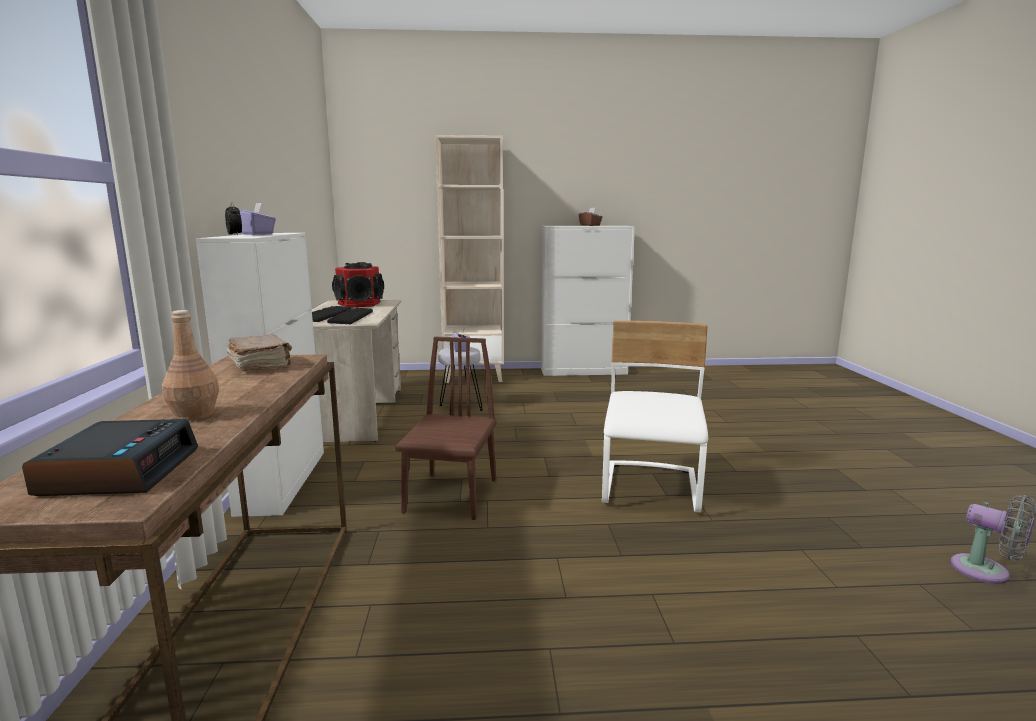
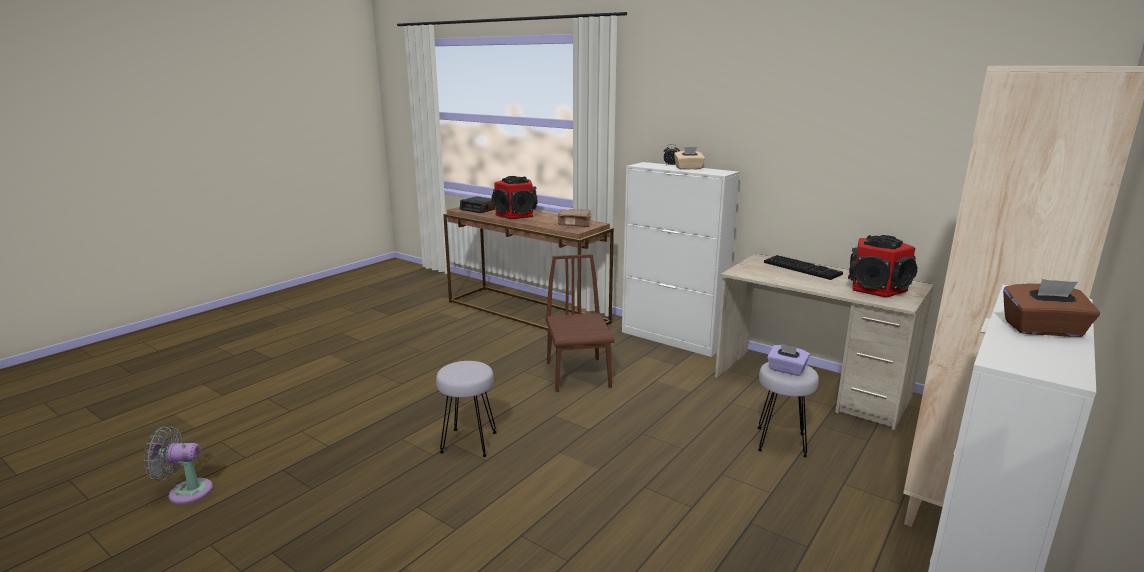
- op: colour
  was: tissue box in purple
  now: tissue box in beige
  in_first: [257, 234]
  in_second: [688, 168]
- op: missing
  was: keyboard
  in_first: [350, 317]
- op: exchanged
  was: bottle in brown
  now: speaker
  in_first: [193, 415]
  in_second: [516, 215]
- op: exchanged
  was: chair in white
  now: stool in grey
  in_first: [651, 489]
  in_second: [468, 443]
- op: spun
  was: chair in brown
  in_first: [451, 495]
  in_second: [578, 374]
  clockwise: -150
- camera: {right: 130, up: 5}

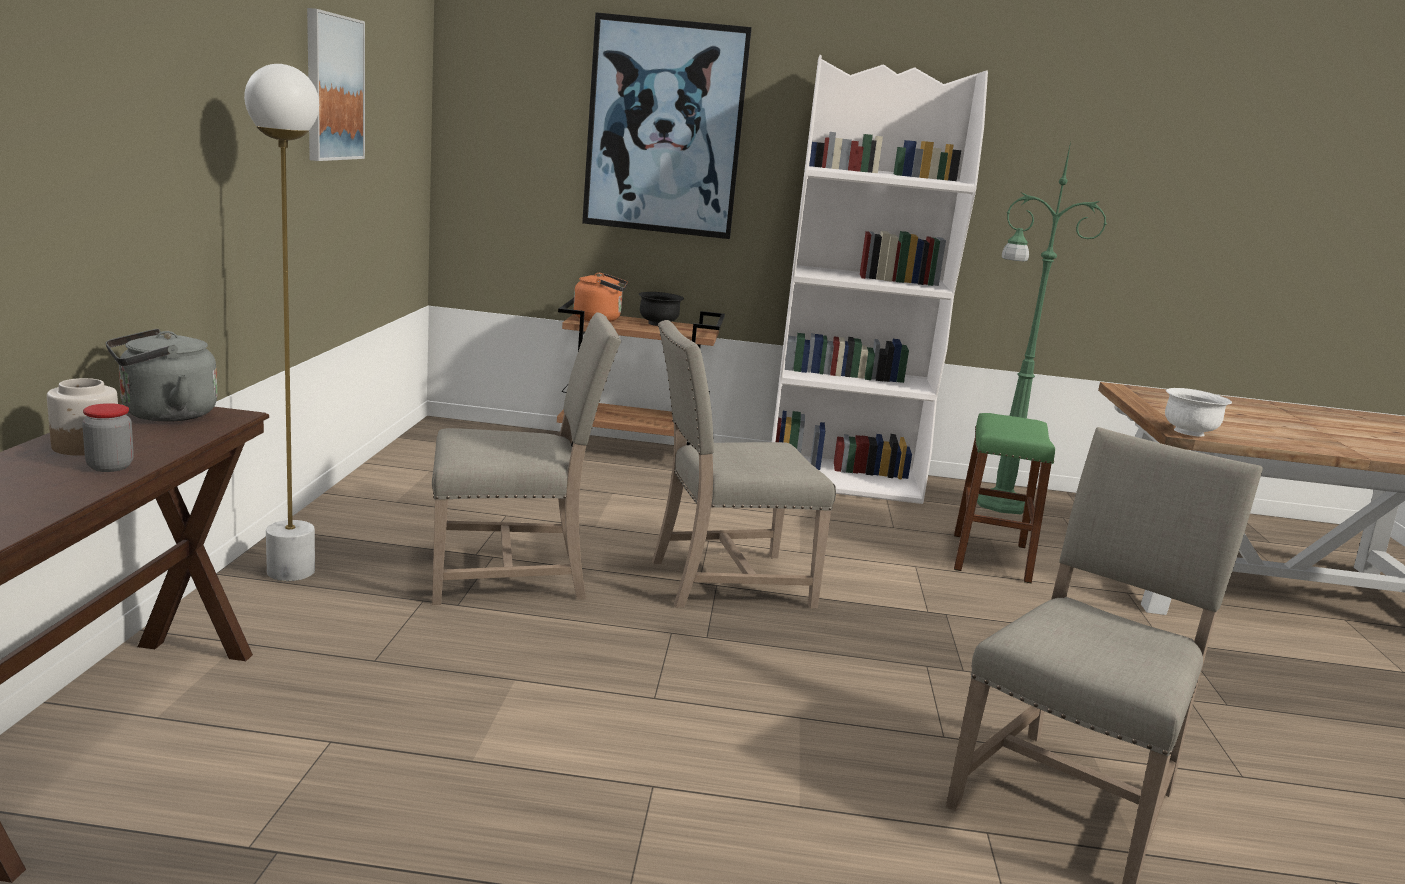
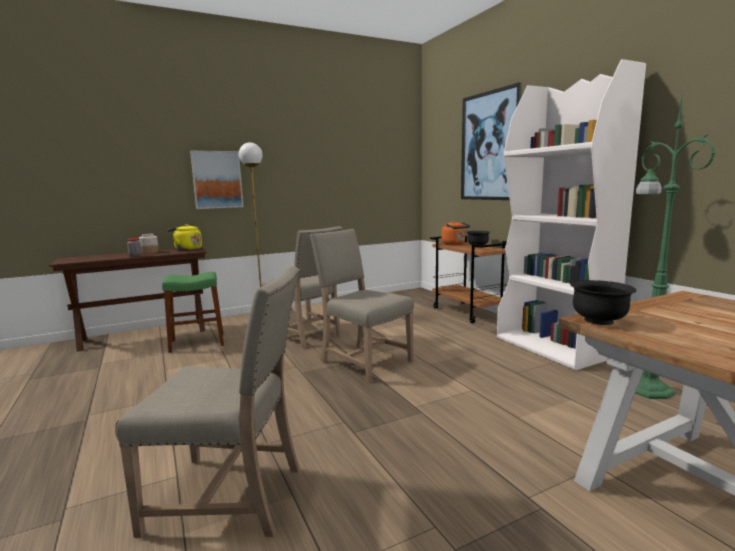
- op: relocated
  was: picture
  in_first: [333, 88]
  in_second: [217, 179]
- op: colour
  was: kettle in grey
  now: kettle in yellow
  in_first: [163, 415]
  in_second: [187, 249]
- op: colour
  was: bowl in white
  now: bowl in black
  in_first: [1189, 432]
  in_second: [599, 321]
- op: relocated
  was: stool in green
  in_first: [990, 557]
  in_second: [197, 343]
- camera: {right: 60, up: -5}

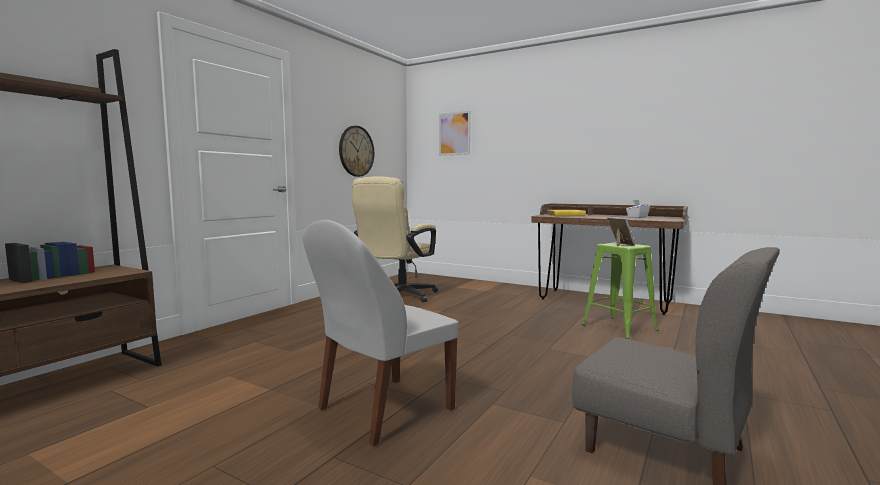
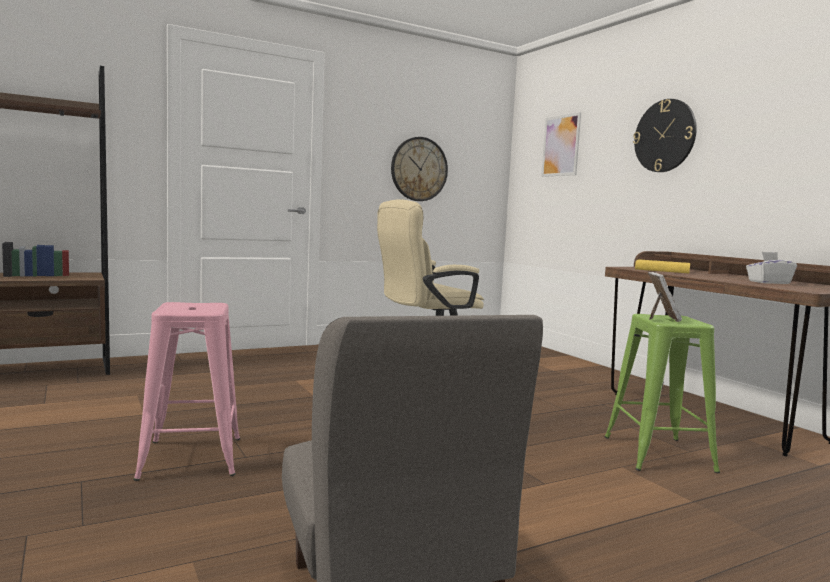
- op: exchanged
  was: chair in white
  now: stool in pink
  in_first: [382, 410]
  in_second: [191, 458]
- op: appeared
  now: wall clock
  in_second: [665, 136]
- camera: {right: 30, up: 0}

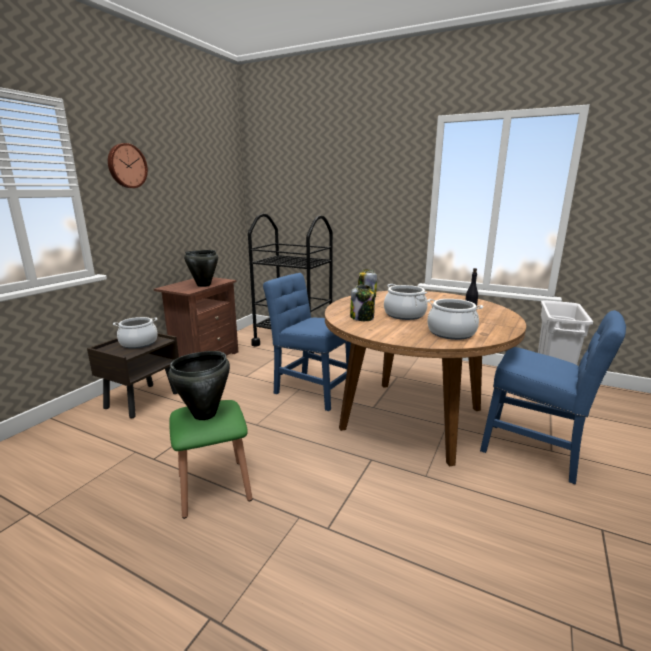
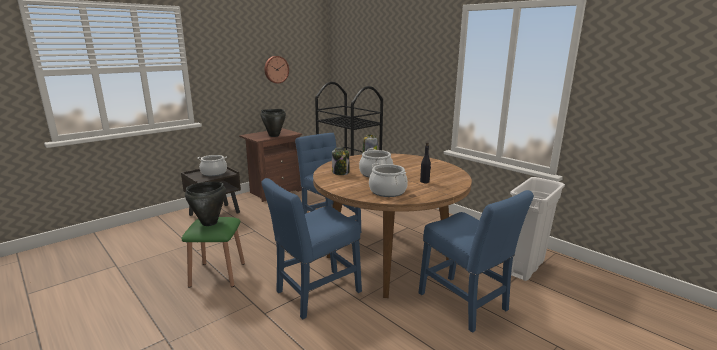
- op: relocated
  was: wall clock
  in_first: [126, 166]
  in_second: [276, 69]
- op: appeared
  now: chair in blue
  in_second: [315, 293]
- camera: {right: 20, up: 0}

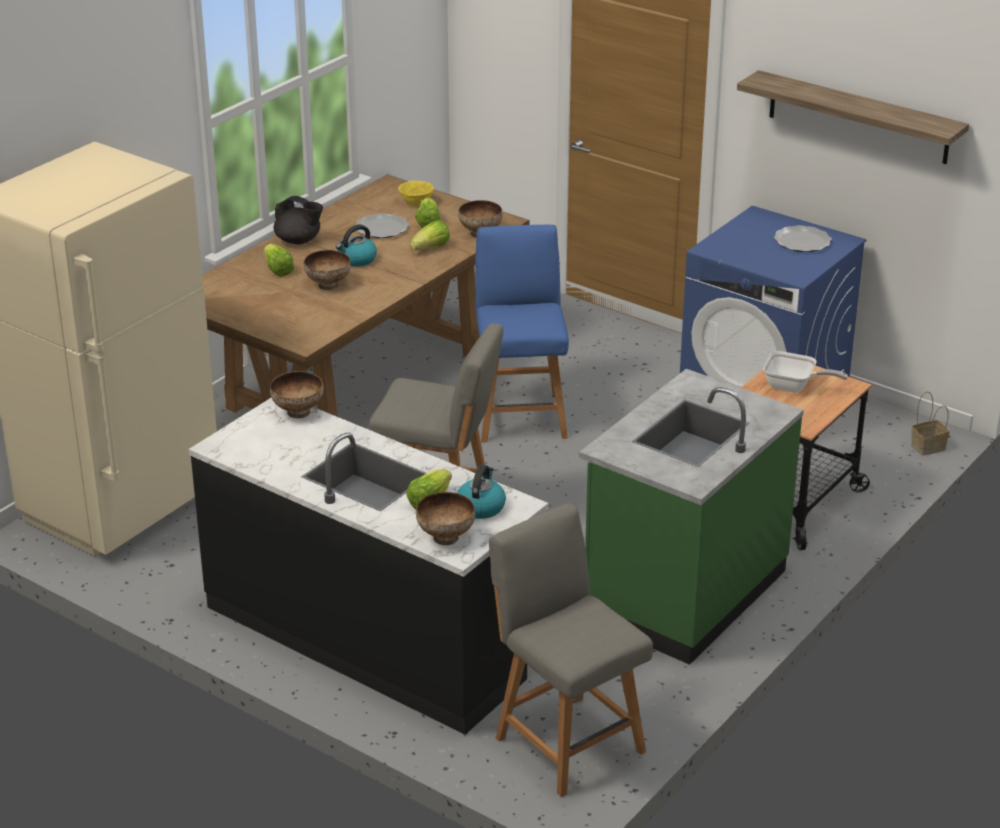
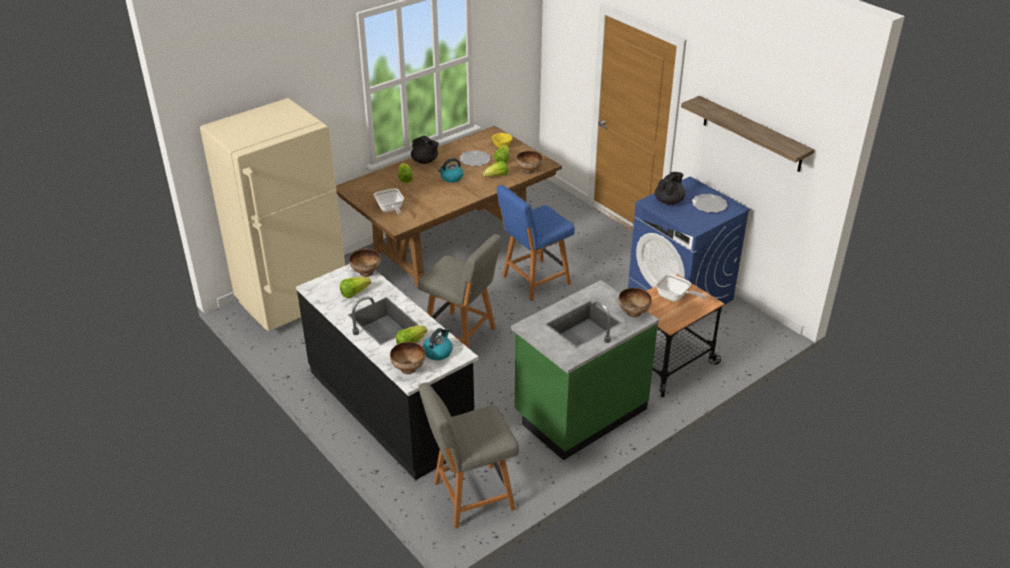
- op: spun
  was: chair in blue
  in_first: [520, 415]
  in_second: [534, 281]
  clockwise: -135
- op: relocated
  was: bowl
  in_first: [327, 285]
  in_second: [633, 313]
- op: missing
  was: basket
  in_first: [928, 446]
- op: spun
  was: chair in grey
  in_first: [566, 742]
  in_second: [470, 496]
  clockwise: -90
- op: appeared
  now: teapot in black
  in_second: [669, 201]
- op: appeared
  now: frying pan
  in_second: [390, 209]
- op: appeared
  now: lettuce
  in_second: [354, 293]
- camera: {right: 15, up: 5}

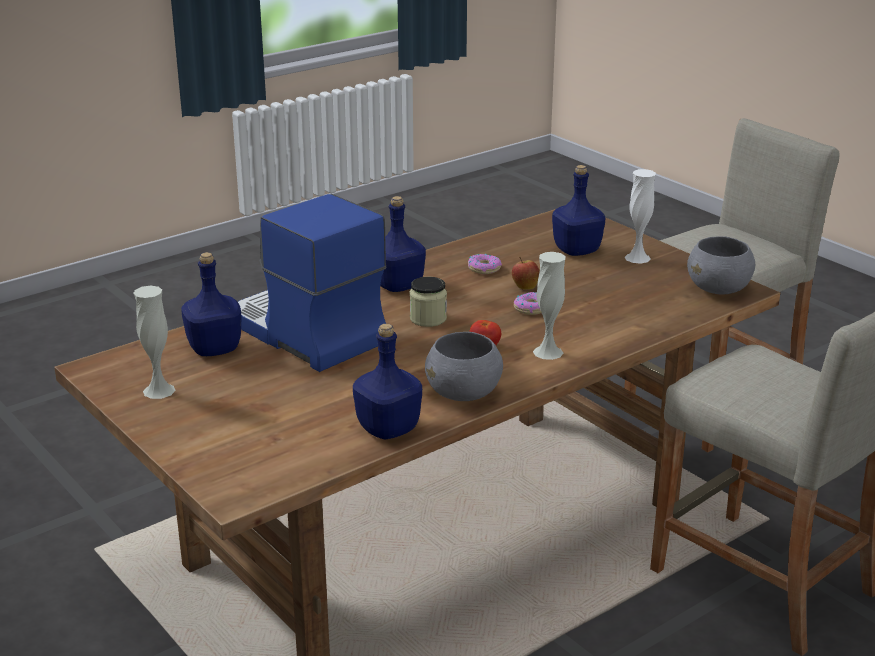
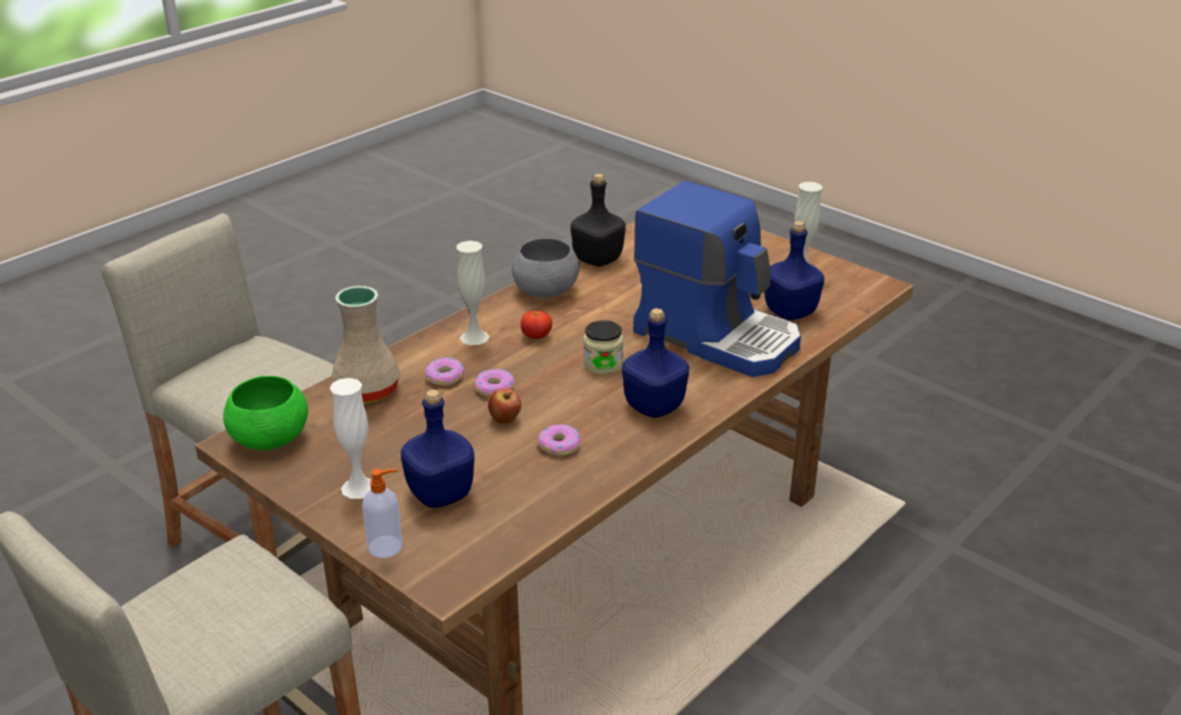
- op: colour
  was: bowl in grey
  now: bowl in green
  in_first: [719, 289]
  in_second: [269, 439]
- op: colour
  was: bottle in blue
  now: bottle in black
  in_first: [389, 428]
  in_second: [597, 260]
- op: appeared
  now: vase in beige
  in_second: [367, 390]
- op: appeared
  now: donut
  in_second: [445, 377]
- op: appeared
  now: soap dispenser
  in_second: [386, 547]
- camera: {right: 170, up: 5}

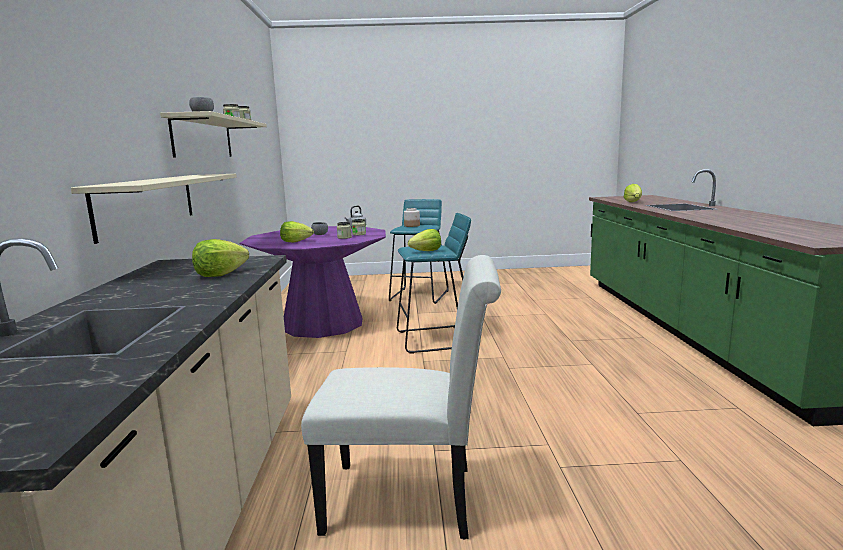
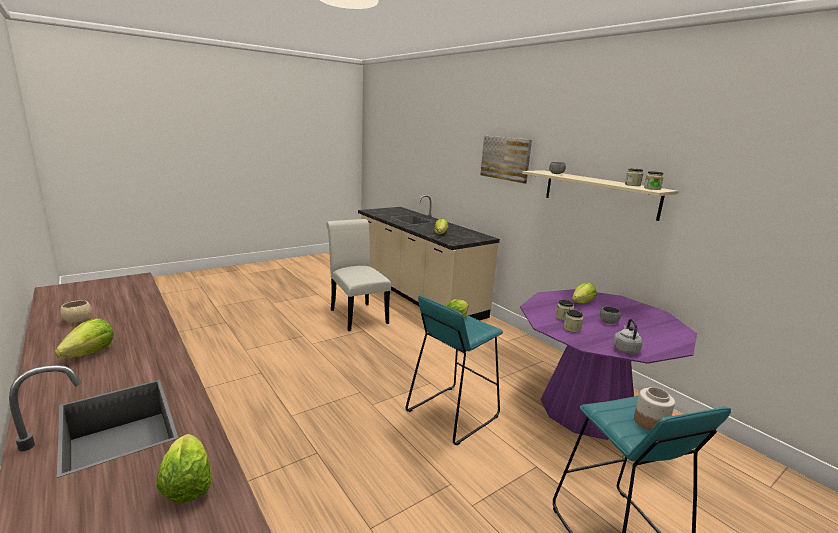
- op: missing
  was: shelf in beige
  in_first: [148, 203]
- op: spun
  was: chair in white
  in_first: [412, 500]
  in_second: [357, 315]
  clockwise: 90
- op: appeared
  now: picture
  in_second: [506, 158]
- op: appeared
  now: bowl in beige
  in_second: [78, 320]
- op: appeared
  now: lettuce
  in_second: [90, 353]
- camera: {right: 145, up: 5}

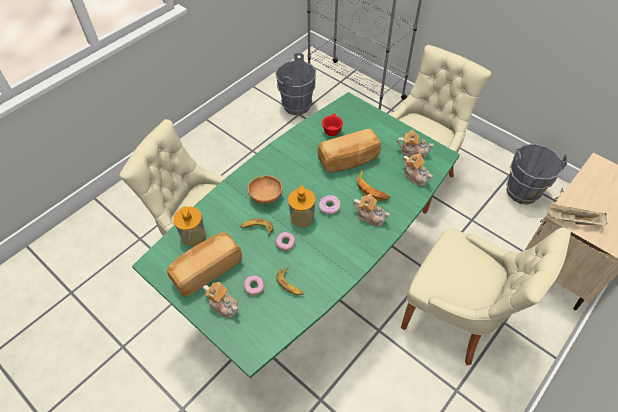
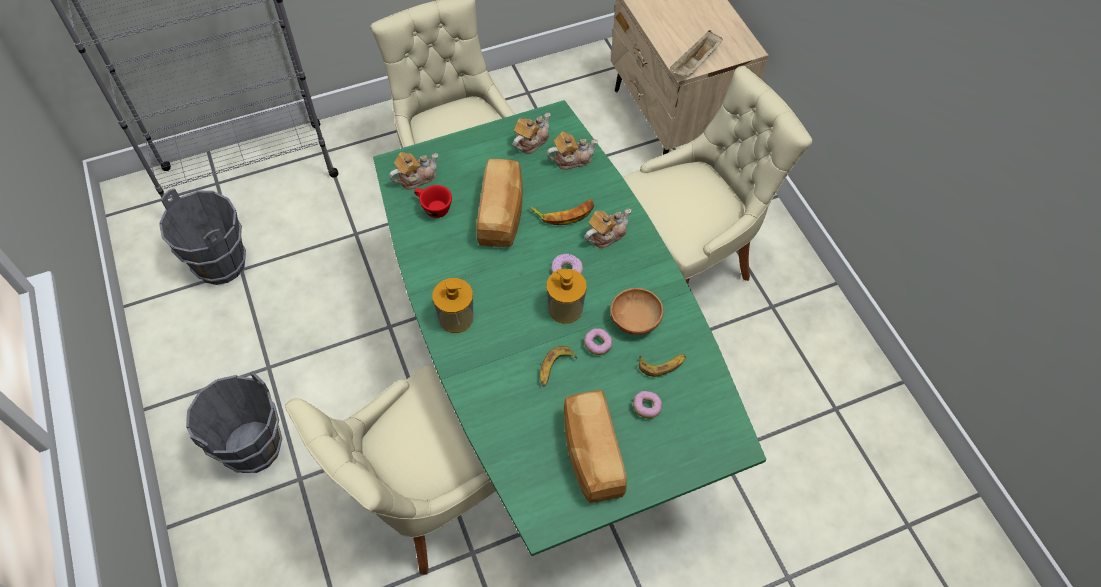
- op: relocated
  was: bucket in grey
  in_first: [521, 192]
  in_second: [252, 447]
- op: relocated
  was: bowl in brown
  in_first: [266, 196]
  in_second: [634, 320]
- op: relocated
  was: soap dispenser
  in_first: [193, 235]
  in_second: [456, 318]
- op: relocated
  was: teapot
  in_first: [223, 304]
  in_second: [416, 177]
- camera: {right: -65, up: 5}

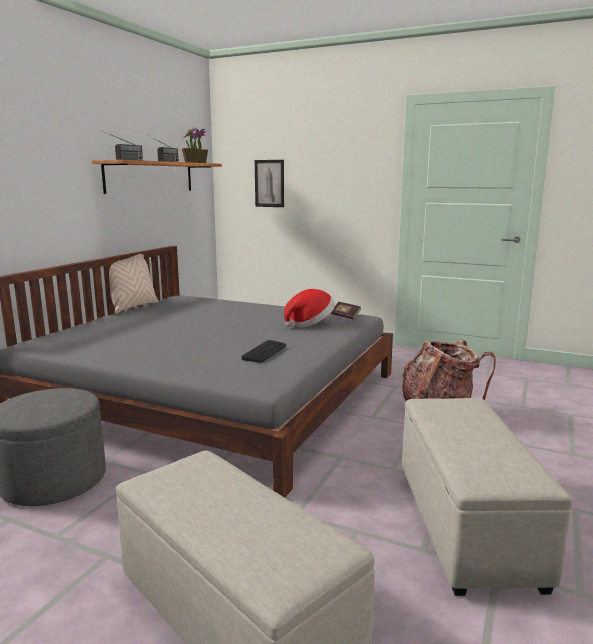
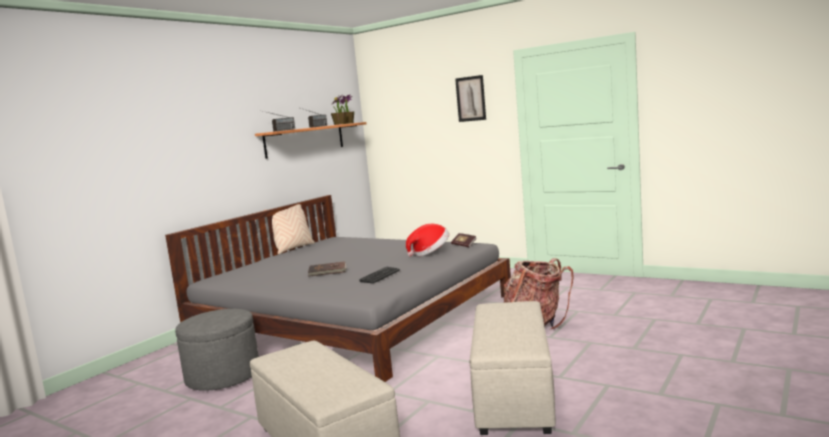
- op: relocated
  was: picture
  in_first: [269, 183]
  in_second: [470, 98]
- op: appeared
  now: book in brown
  in_second: [327, 271]
- camera: {right: 10, up: -5}

